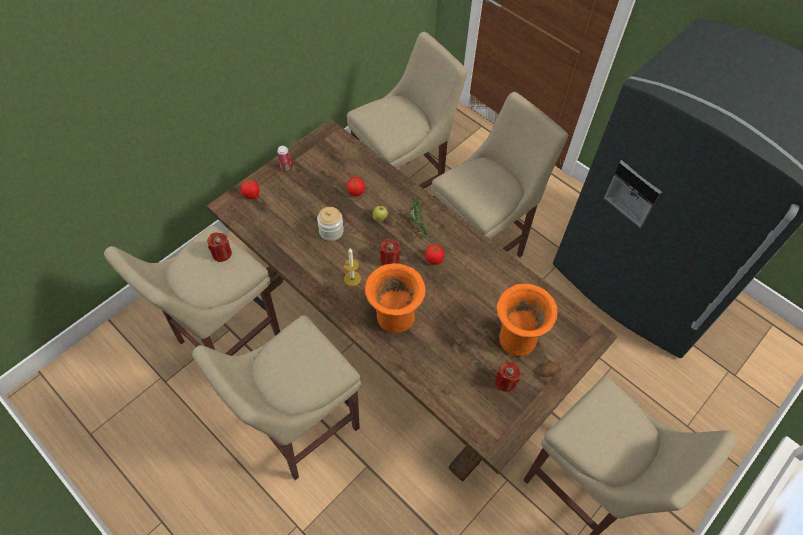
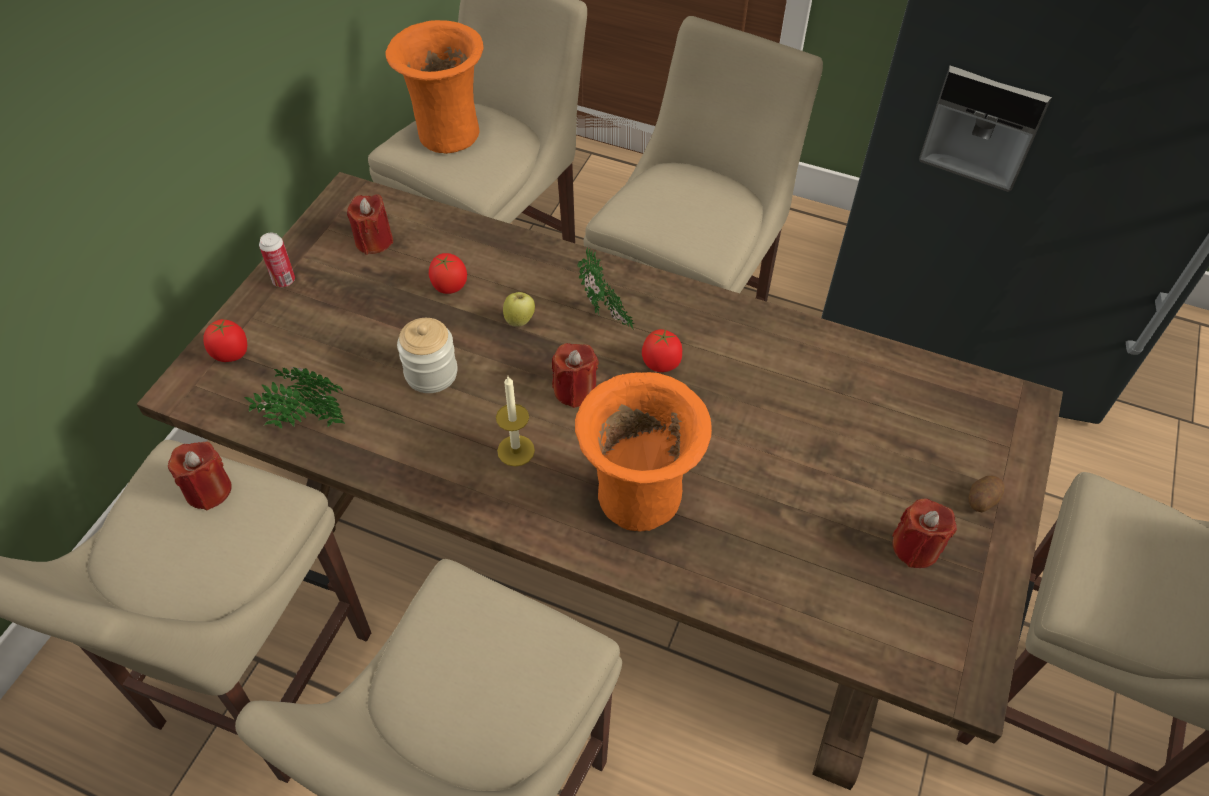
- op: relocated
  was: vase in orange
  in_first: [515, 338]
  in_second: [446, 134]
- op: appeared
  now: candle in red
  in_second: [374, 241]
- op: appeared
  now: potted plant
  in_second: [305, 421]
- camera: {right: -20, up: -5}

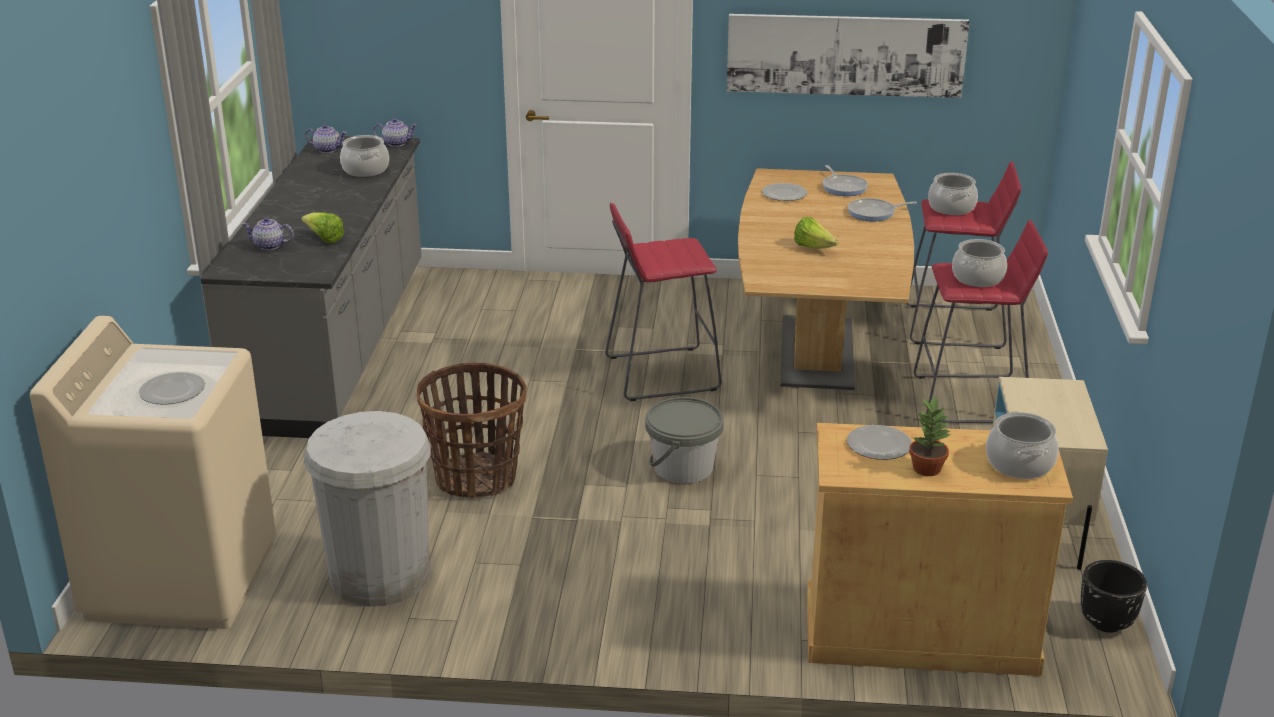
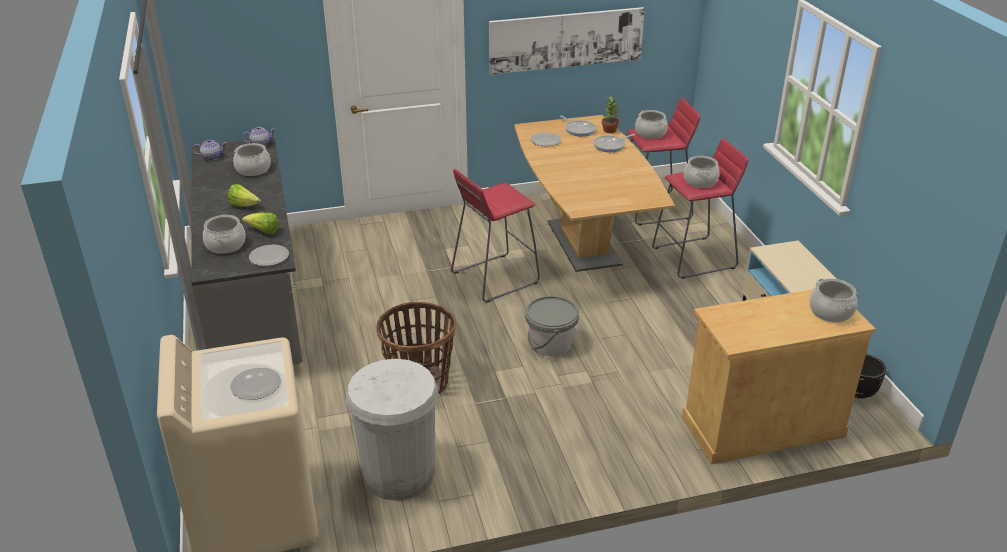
- op: exchanged
  was: teapot
  now: cooking pot
  in_first: [270, 246]
  in_second: [226, 245]
- op: relocated
  was: lettuce
  in_first: [813, 247]
  in_second: [244, 205]
- op: relocated
  was: potted plant
  in_first: [926, 468]
  in_second: [609, 130]
- op: relocated
  was: plate
  in_first: [878, 445]
  in_second: [268, 257]
- camera: {right: -20, up: 5}

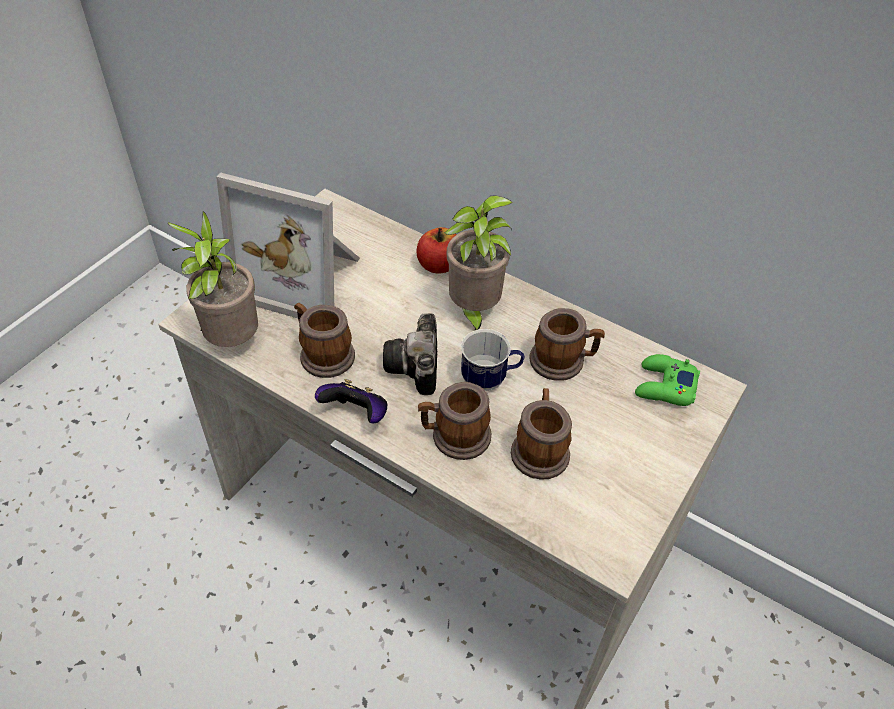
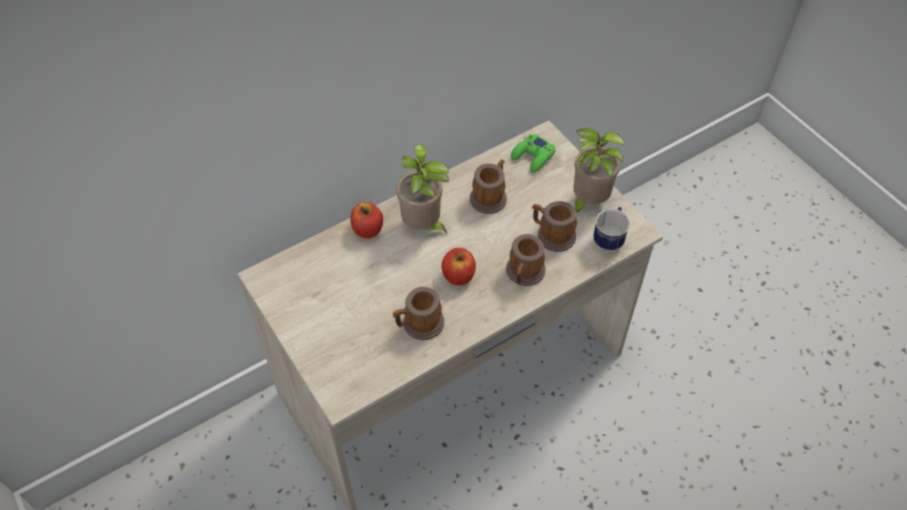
- op: missing
  was: picture frame
  in_first: [304, 278]
- op: relocated
  was: potted plant
  in_first: [230, 341]
  in_second: [587, 201]
- op: exchanged
  was: photo camera
  now: apple
  in_first: [416, 368]
  in_second: [458, 275]
- op: relocated
  was: mug
  in_first: [490, 379]
  in_second: [609, 239]
- op: missing
  was: game controller
  in_first: [356, 414]
- camera: {right: -65, up: 5}

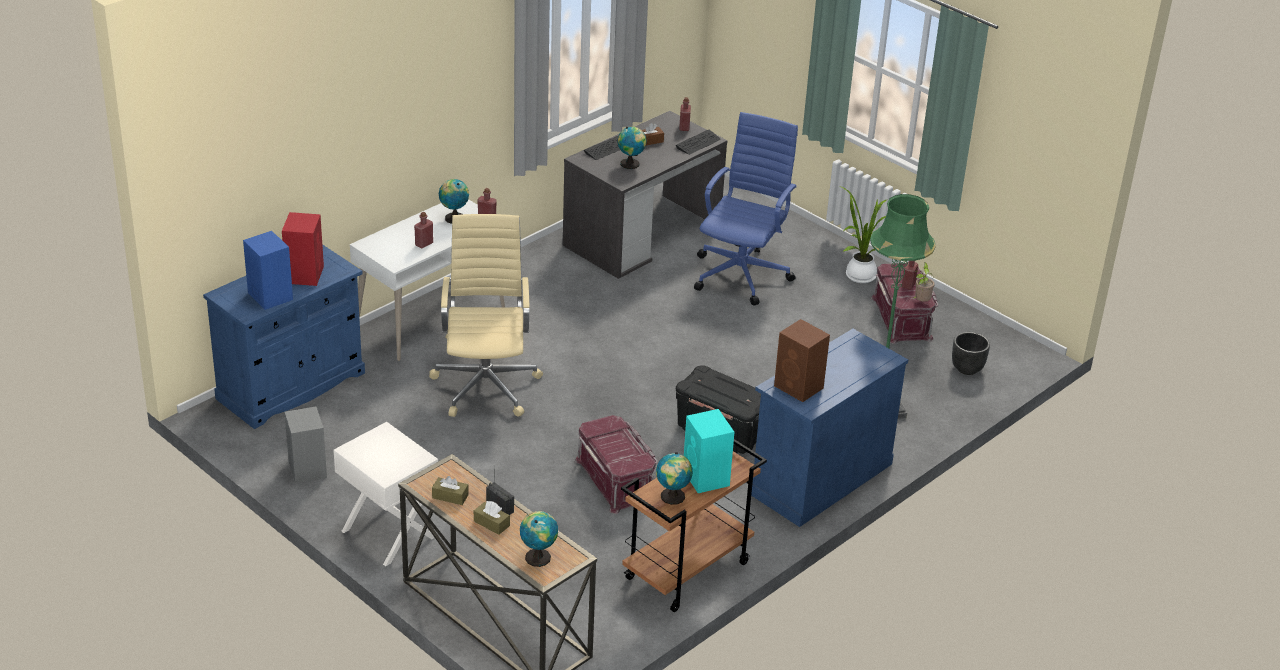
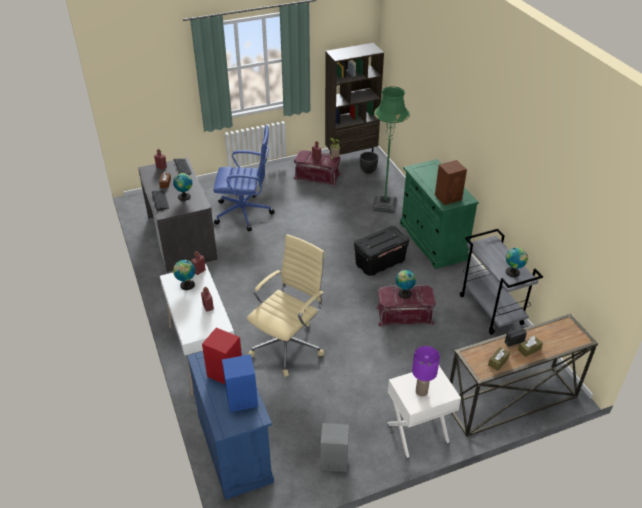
- op: spun
  was: office chair in blue
  in_first: [742, 274]
  in_second: [245, 213]
  clockwise: 135
- op: missing
  was: potted plant
  in_first: [858, 275]
- op: spun
  was: office chair in beige
  in_first: [486, 384]
  in_second: [288, 345]
  clockwise: 105
- op: colour
  was: cabinet in blue
  now: cabinet in green
  in_first: [820, 478]
  in_second: [432, 241]
- op: missing
  was: speaker in turquoise
  in_first: [706, 478]
- op: colour
  was: cart in brown
  now: cart in grey
  in_first: [687, 572]
  in_second: [491, 310]
- op: relocated
  was: globe
  in_first: [538, 556]
  in_second: [404, 293]
- op: appeared
  now: bookcase in brown
  in_second: [351, 155]
- op: appeared
  now: table lamp in purple
  in_second: [421, 392]
- camera: {right: -65, up: 5}

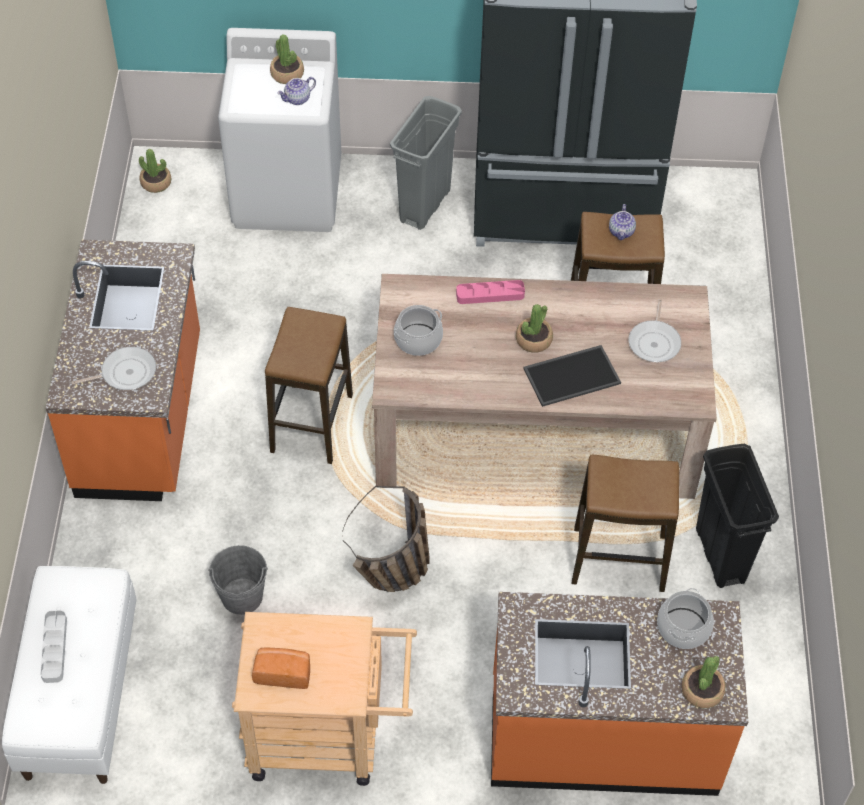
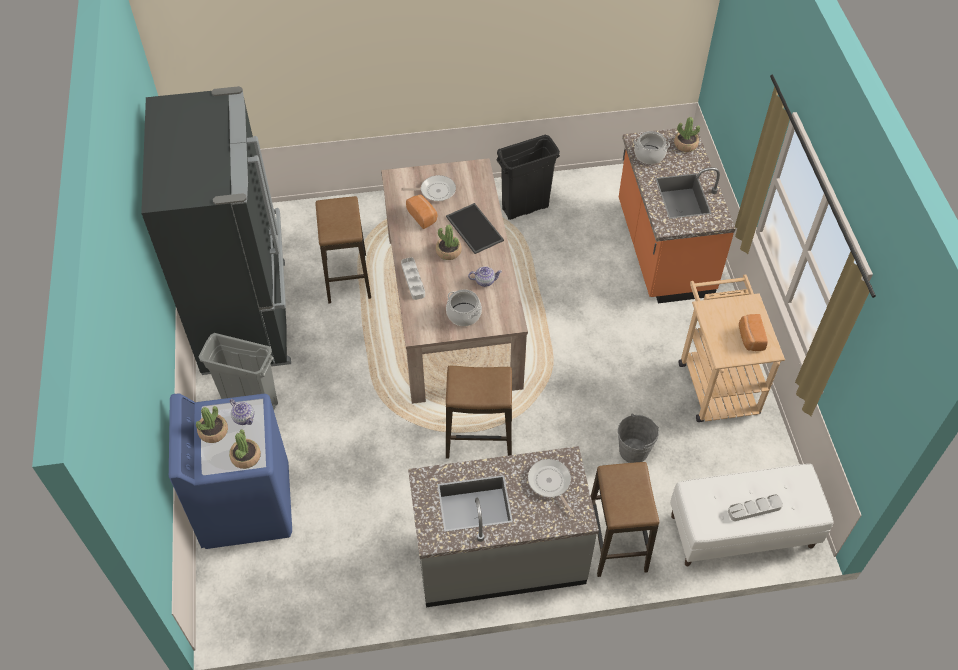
- op: colour
  was: washing machine in white
  now: washing machine in blue
  in_first: [288, 193]
  in_second: [246, 504]
- op: relocated
  was: potted plant
  in_first: [156, 183]
  in_second: [246, 457]
- op: relocated
  was: teapot
  in_first: [621, 232]
  in_second: [485, 281]
- op: colour
  was: counter in orange
  now: counter in grey
  in_first: [142, 417]
  in_second: [499, 555]
- op: colour
  was: tray in pink
  now: tray in grey
  in_first: [490, 294]
  in_second: [413, 280]
- op: relocated
  was: stool
  in_first: [618, 560]
  in_second: [616, 542]
- op: missing
  was: basket
  in_first: [394, 579]
- op: appeared
  now: bread
  in_second: [423, 216]
- camera: {right: -100, up: 0}

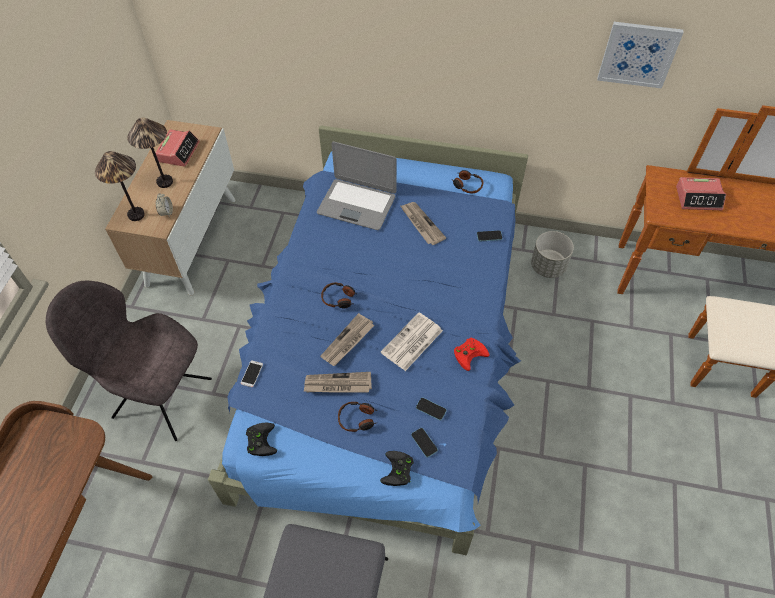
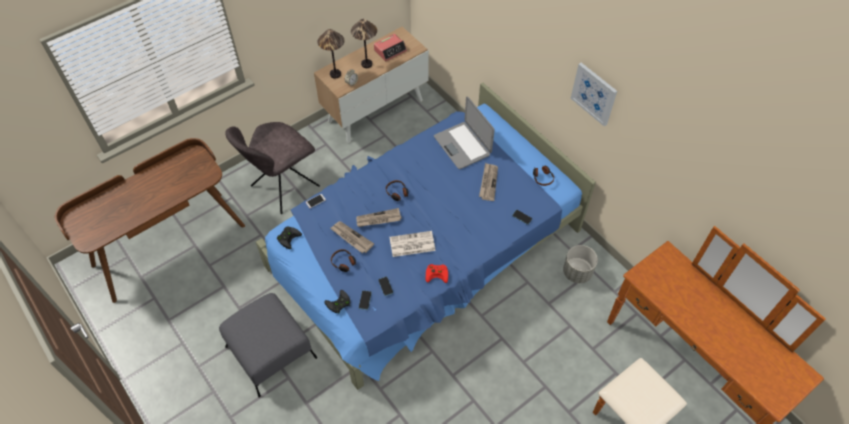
- op: relocated
  was: picture
  in_first: [638, 54]
  in_second: [594, 94]
- op: missing
  was: alarm clock
  in_first: [698, 198]
- op: spun
  was: chair in grey
  in_first: [159, 396]
  in_second: [283, 187]
  clockwise: -105
- camera: {right: 40, up: 0}

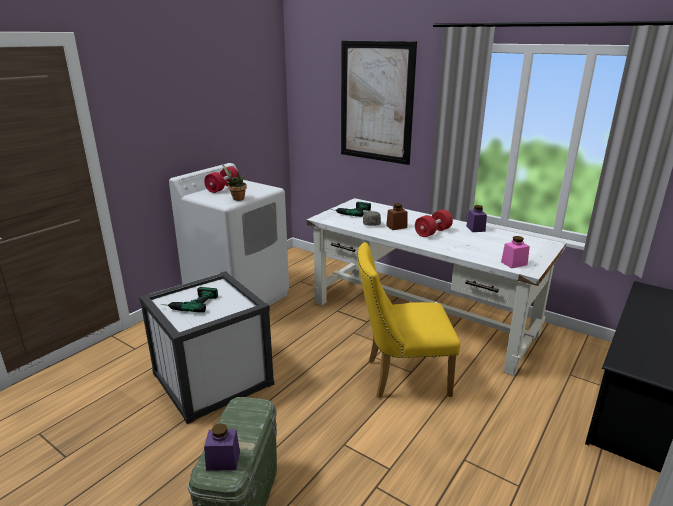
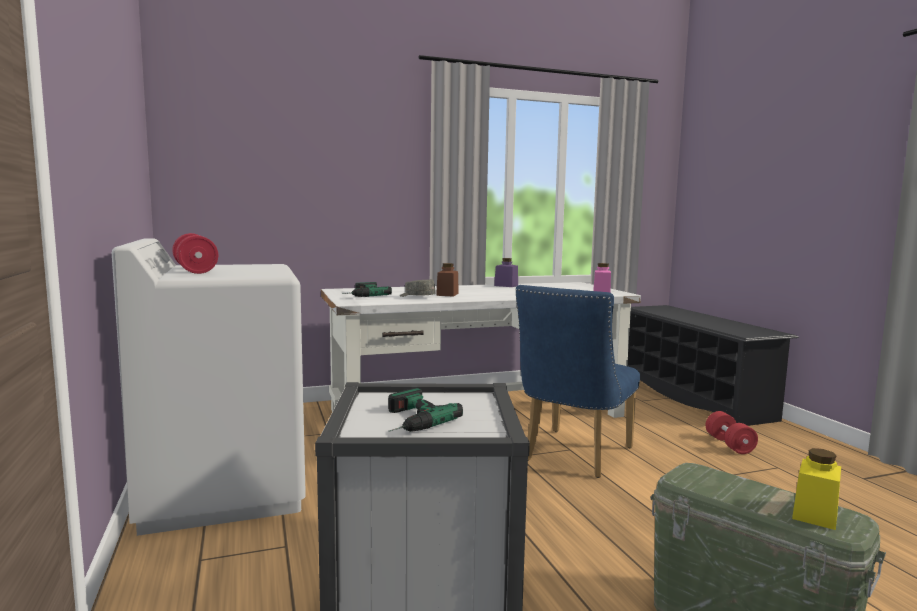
- op: missing
  was: picture
  in_first: [376, 102]
- op: missing
  was: potted plant
  in_first: [236, 199]
- op: relocated
  was: dumbbell in red
  in_first: [433, 232]
  in_second: [729, 445]
- op: colour
  was: chair in yellow
  now: chair in blue
  in_first: [401, 376]
  in_second: [572, 456]
- op: colour
  was: jar in purple
  now: jar in yellow
  in_first: [223, 460]
  in_second: [815, 514]
- camera: {right: -55, up: -15}

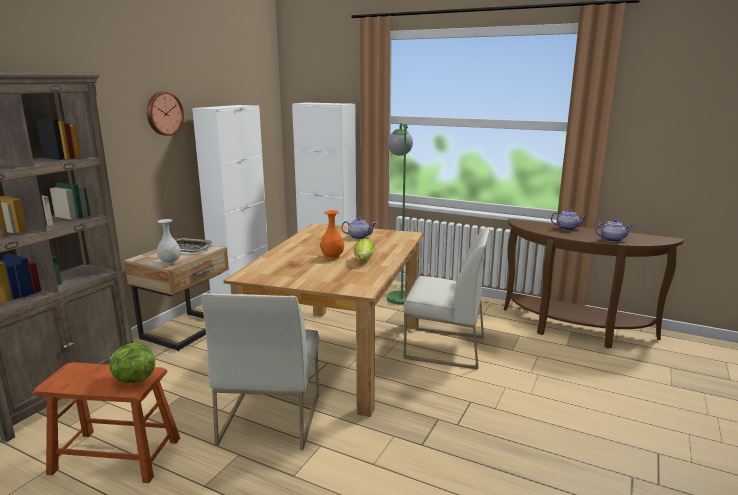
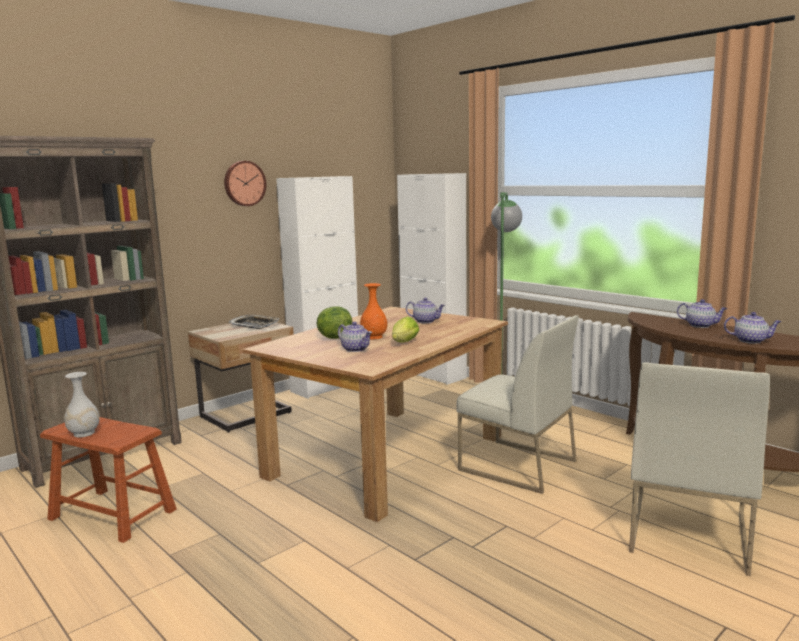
- op: relocated
  was: vase in white
  in_first: [169, 262]
  in_second: [83, 433]
- op: relocated
  was: chair in white
  in_first: [270, 417]
  in_second: [687, 532]
- op: relocated
  was: lettuce
  in_first: [133, 379]
  in_second: [334, 338]
- op: appeared
  now: teapot
  in_second: [356, 349]
- camera: {right: 20, up: -5}

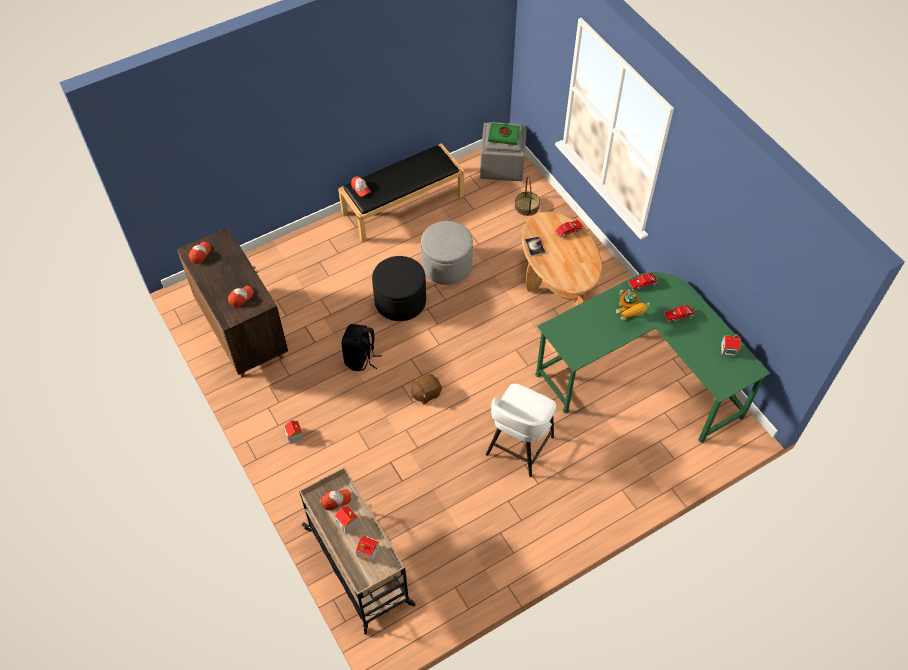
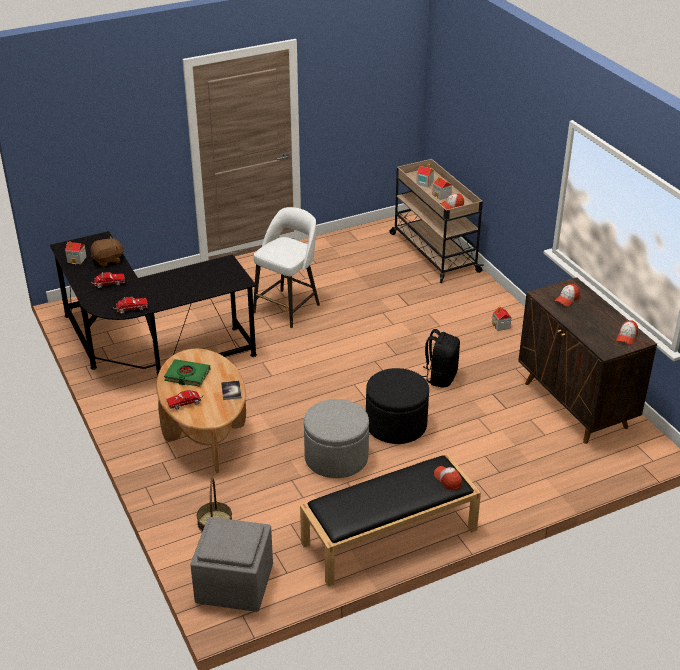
- op: relocated
  was: book in green
  in_first: [504, 135]
  in_second: [187, 375]
- op: colour
  was: desk in green
  now: desk in black
  in_first: [641, 375]
  in_second: [148, 348]
- op: missing
  was: toy robot
  in_first: [628, 317]
- op: relocated
  was: plush toy in brown
  in_first: [426, 393]
  in_second: [108, 260]
- camera: {right: -175, up: -20}

